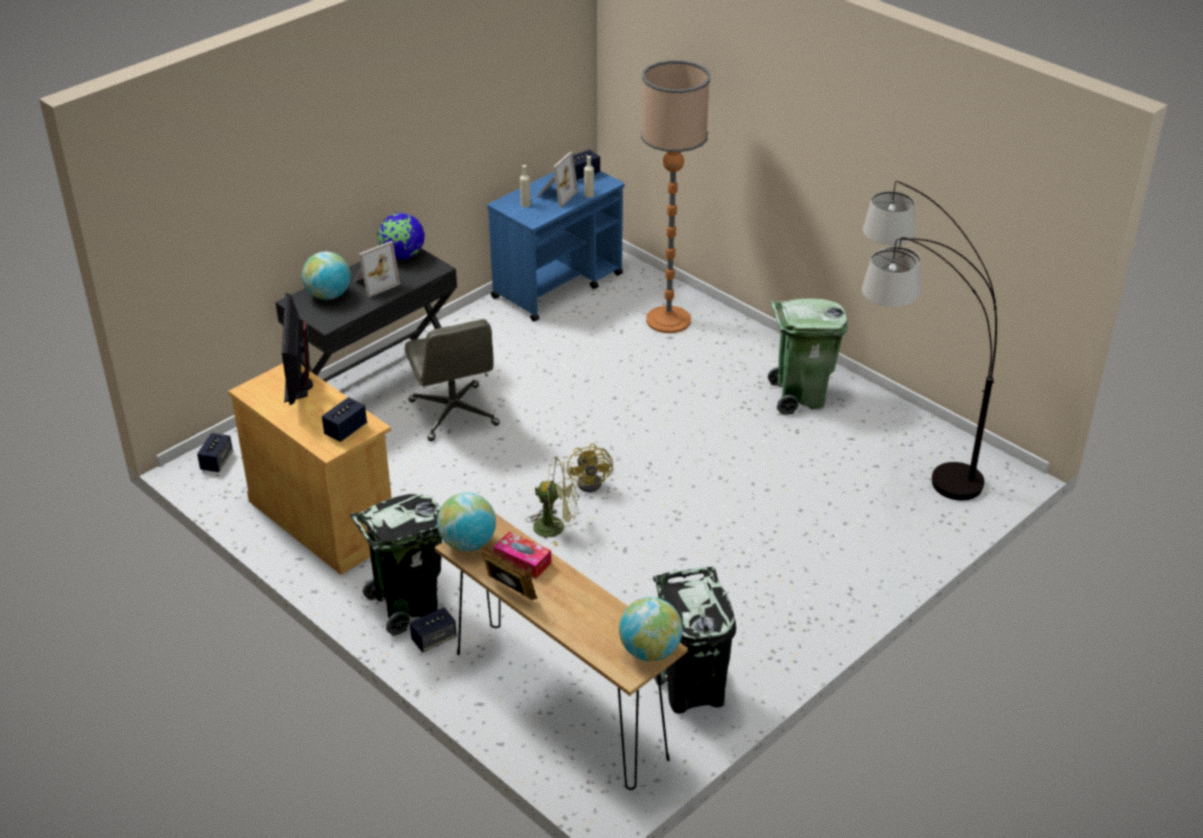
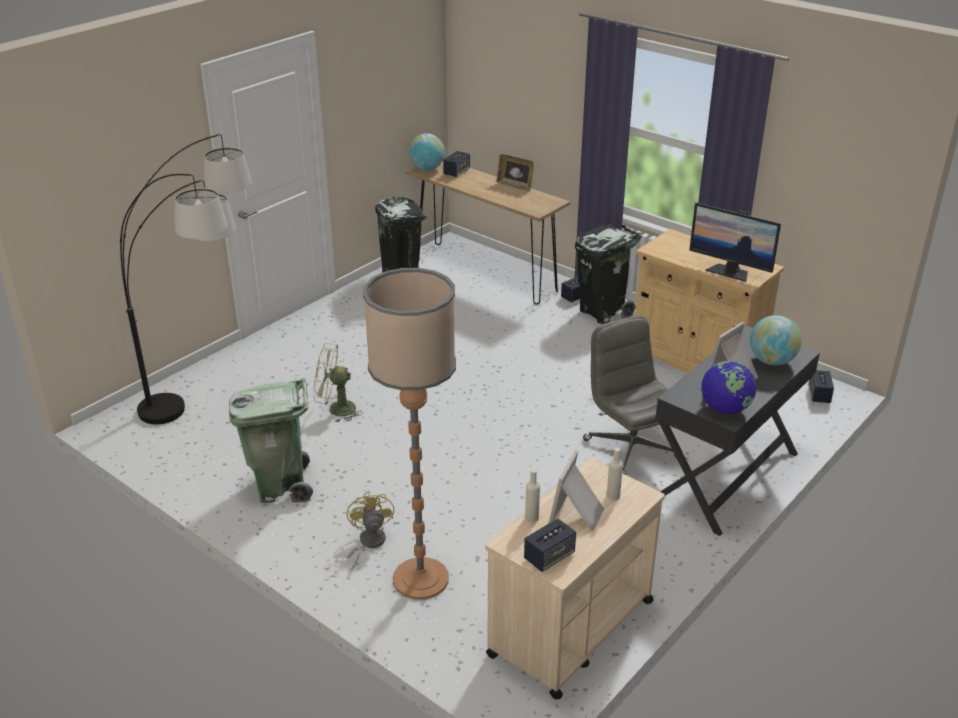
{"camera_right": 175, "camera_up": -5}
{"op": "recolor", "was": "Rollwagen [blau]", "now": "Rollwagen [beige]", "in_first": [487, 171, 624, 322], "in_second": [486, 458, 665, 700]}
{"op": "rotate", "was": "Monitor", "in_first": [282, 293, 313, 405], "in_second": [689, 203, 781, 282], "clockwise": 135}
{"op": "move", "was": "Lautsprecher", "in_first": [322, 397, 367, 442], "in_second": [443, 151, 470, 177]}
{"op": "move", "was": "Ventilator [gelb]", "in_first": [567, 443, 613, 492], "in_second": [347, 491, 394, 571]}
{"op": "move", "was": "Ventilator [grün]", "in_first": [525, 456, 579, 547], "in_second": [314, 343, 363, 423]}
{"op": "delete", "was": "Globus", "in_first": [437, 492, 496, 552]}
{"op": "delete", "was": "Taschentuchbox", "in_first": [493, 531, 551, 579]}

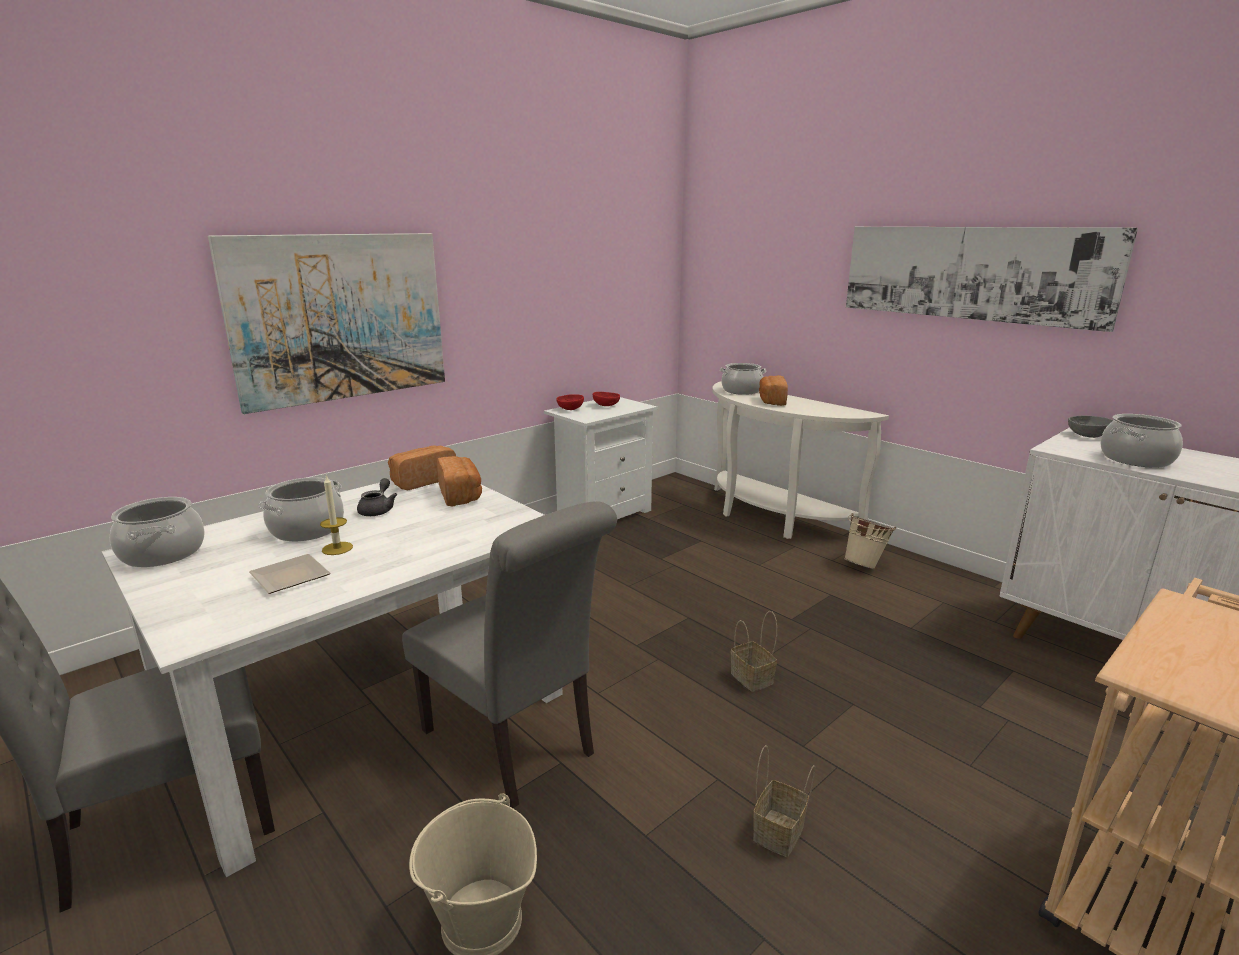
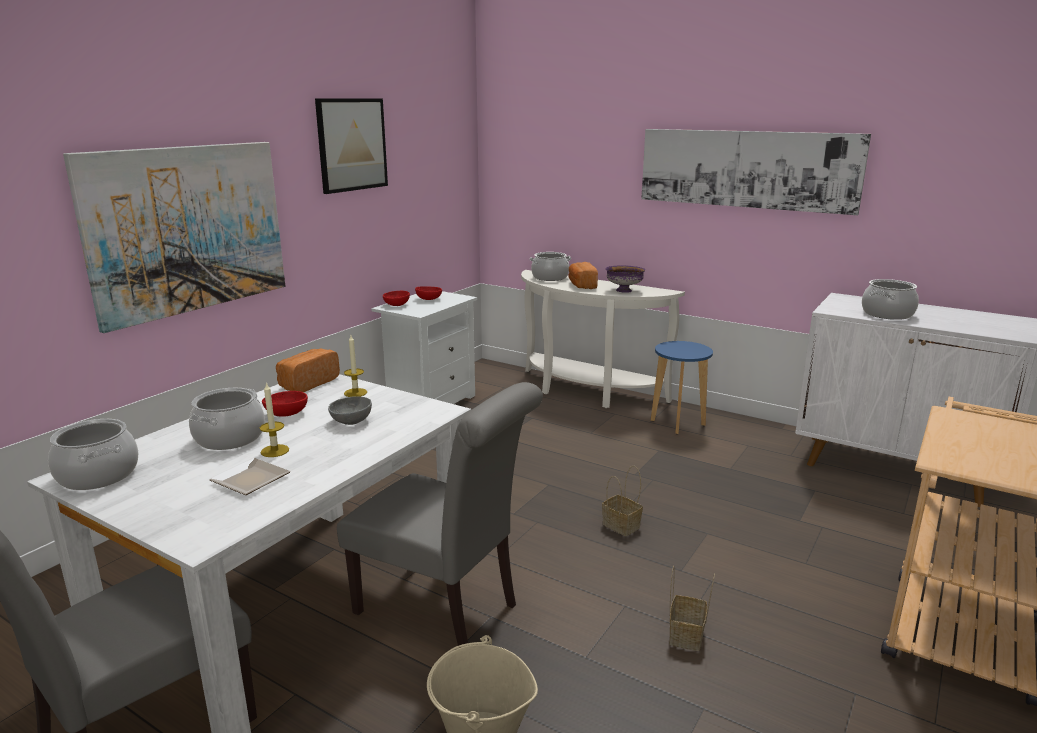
{"camera_right": -15, "camera_up": 0}
{"op": "move", "was": "Schüssel [grau]", "in_first": [1068, 415, 1113, 438], "in_second": [328, 396, 372, 425]}
{"op": "replace", "was": "Brot", "now": "Kerze", "in_first": [437, 456, 482, 507], "in_second": [344, 335, 367, 397]}
{"op": "replace", "was": "Teekanne [grau]", "now": "Schüssel [rot]", "in_first": [357, 478, 397, 516], "in_second": [262, 391, 308, 417]}
{"op": "replace", "was": "Eimer [beige]", "now": "Hocker [blau]", "in_first": [844, 513, 896, 569], "in_second": [651, 341, 713, 434]}
{"op": "insert", "now": "Bild", "in_second": [315, 99, 388, 194]}
{"op": "insert", "now": "Schüssel [lila]", "in_second": [606, 265, 645, 293]}

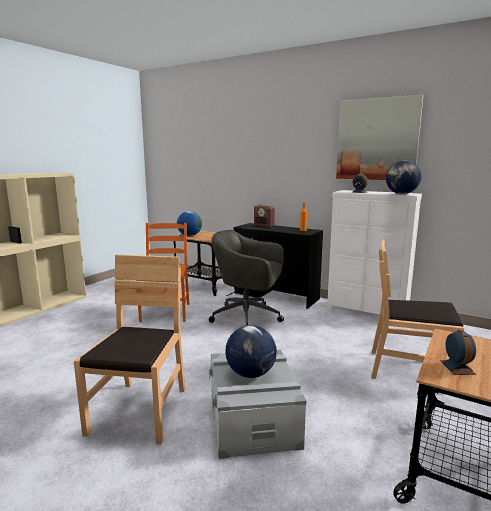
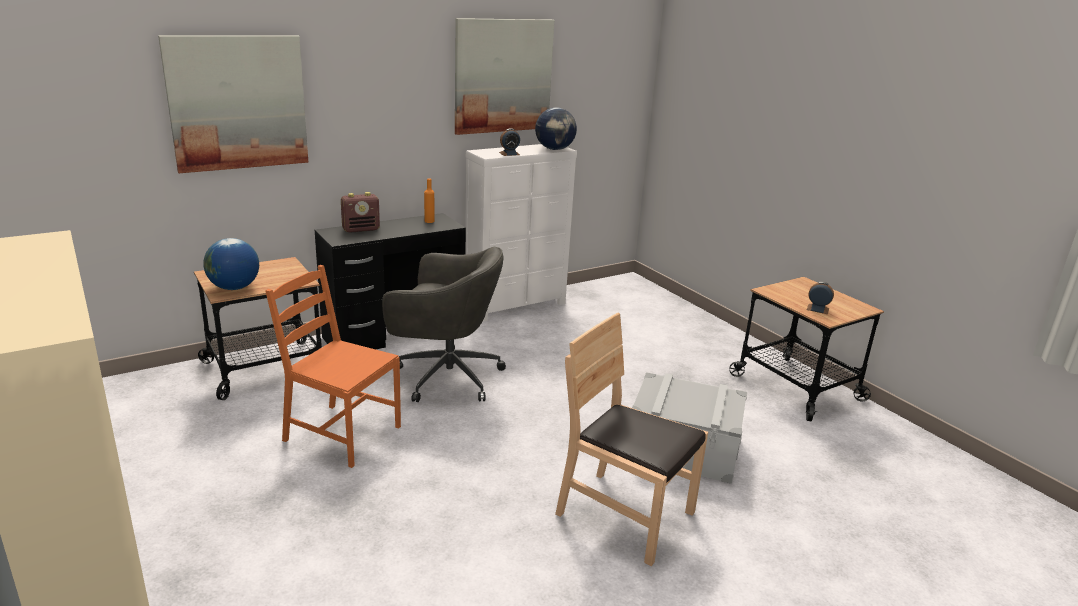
{"camera_right": -65, "camera_up": 10}
{"op": "rotate", "was": "Bürostuhl [grau]", "in_first": [209, 230, 284, 326], "in_second": [382, 247, 506, 402], "clockwise": -120}
{"op": "delete", "was": "Stuhl [braun]", "in_first": [371, 239, 464, 379]}
{"op": "delete", "was": "Globus", "in_first": [225, 325, 277, 378]}
{"op": "insert", "now": "Bild", "in_second": [158, 35, 308, 173]}

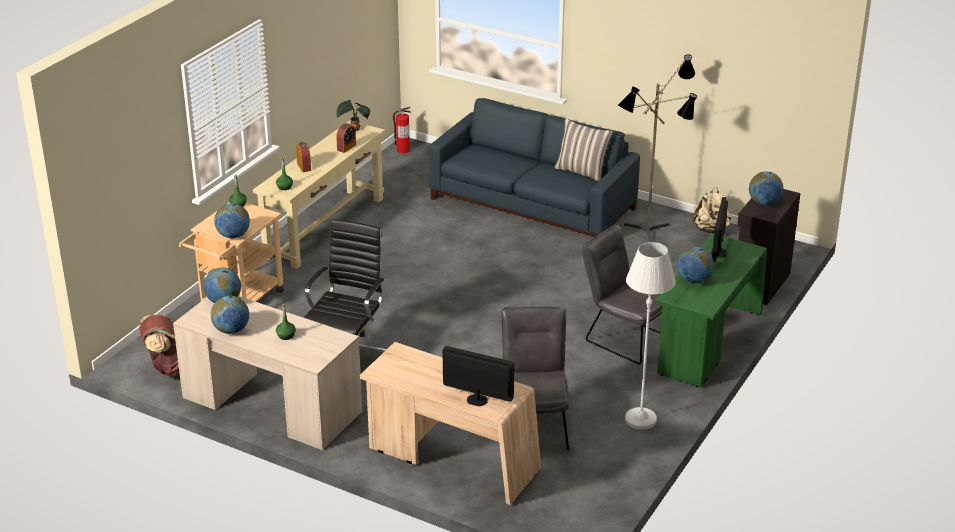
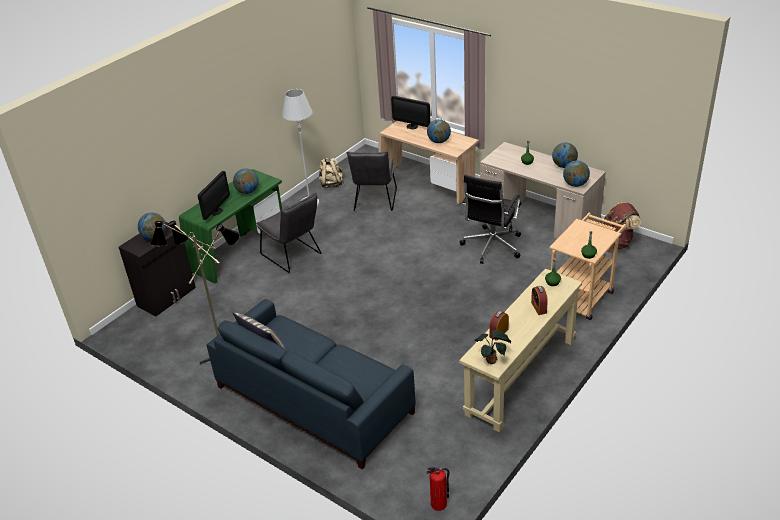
{"camera_right": -170, "camera_up": 5}
{"op": "move", "was": "Rucksack [beige]", "in_first": [692, 187, 731, 234], "in_second": [319, 158, 344, 188]}
{"op": "move", "was": "Globus", "in_first": [214, 203, 250, 238], "in_second": [427, 119, 451, 143]}

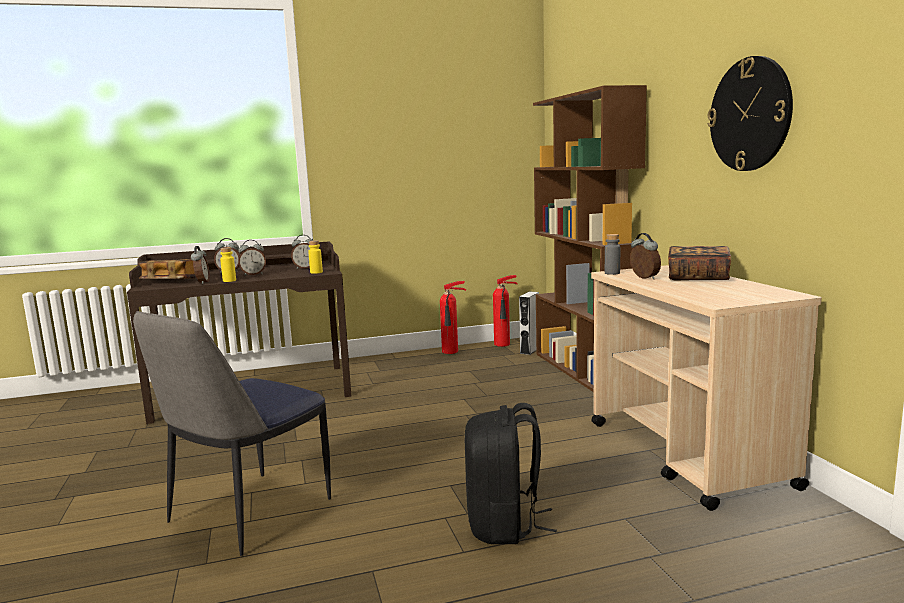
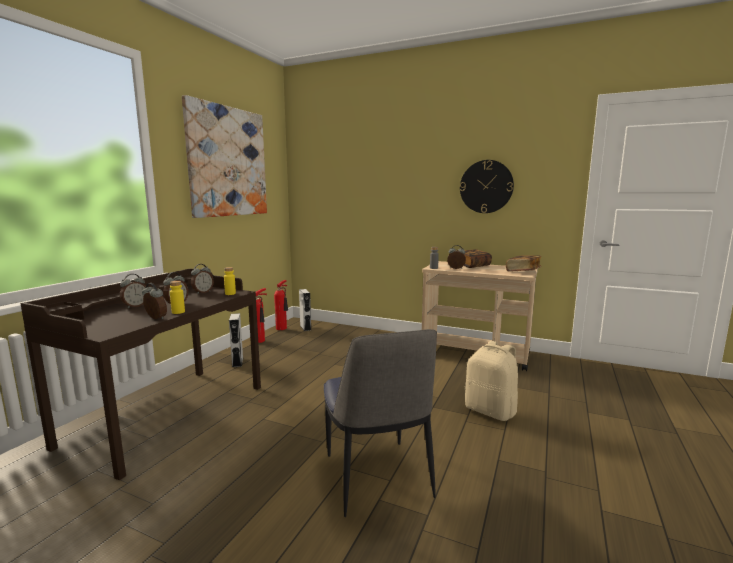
{"camera_right": -50, "camera_up": 0}
{"op": "delete", "was": "Bücherregal [braun]", "in_first": [533, 85, 647, 392]}
{"op": "move", "was": "Buch", "in_first": [138, 259, 196, 279], "in_second": [506, 255, 541, 272]}
{"op": "recolor", "was": "Rucksack [schwarz]", "now": "Rucksack [beige]", "in_first": [465, 403, 557, 544], "in_second": [465, 341, 518, 421]}
{"op": "insert", "now": "Bild", "in_second": [182, 95, 267, 218]}
{"op": "insert", "now": "Lautsprecher [grau]", "in_second": [229, 313, 243, 367]}

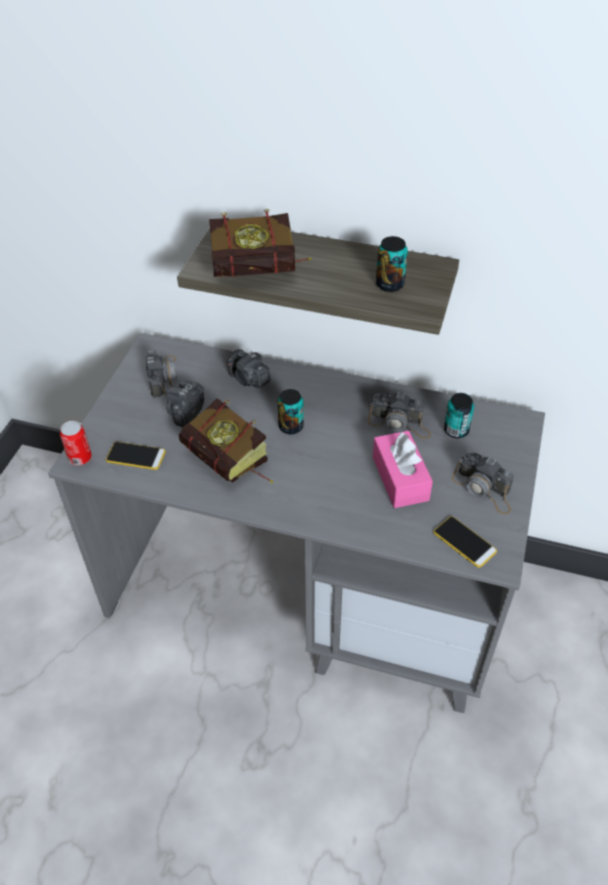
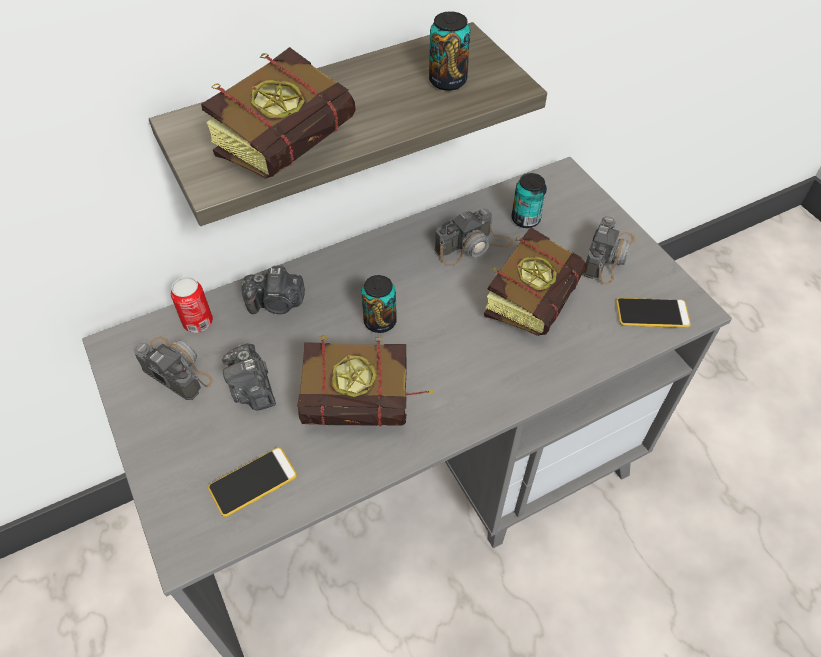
{"camera_right": -45, "camera_up": 5}
{"op": "move", "was": "Dose", "in_first": [60, 421, 92, 465], "in_second": [171, 277, 213, 333]}
{"op": "replace", "was": "Taschentuchbox [rosa]", "now": "Buch", "in_first": [373, 431, 433, 508], "in_second": [484, 227, 587, 336]}
{"op": "rotate", "was": "Kamera", "in_first": [451, 451, 514, 514], "in_second": [583, 216, 635, 285], "clockwise": -60}

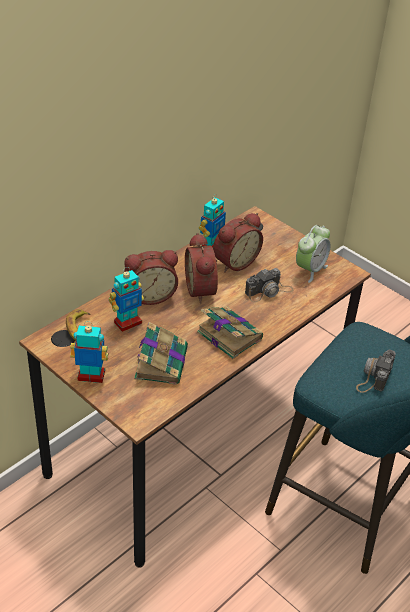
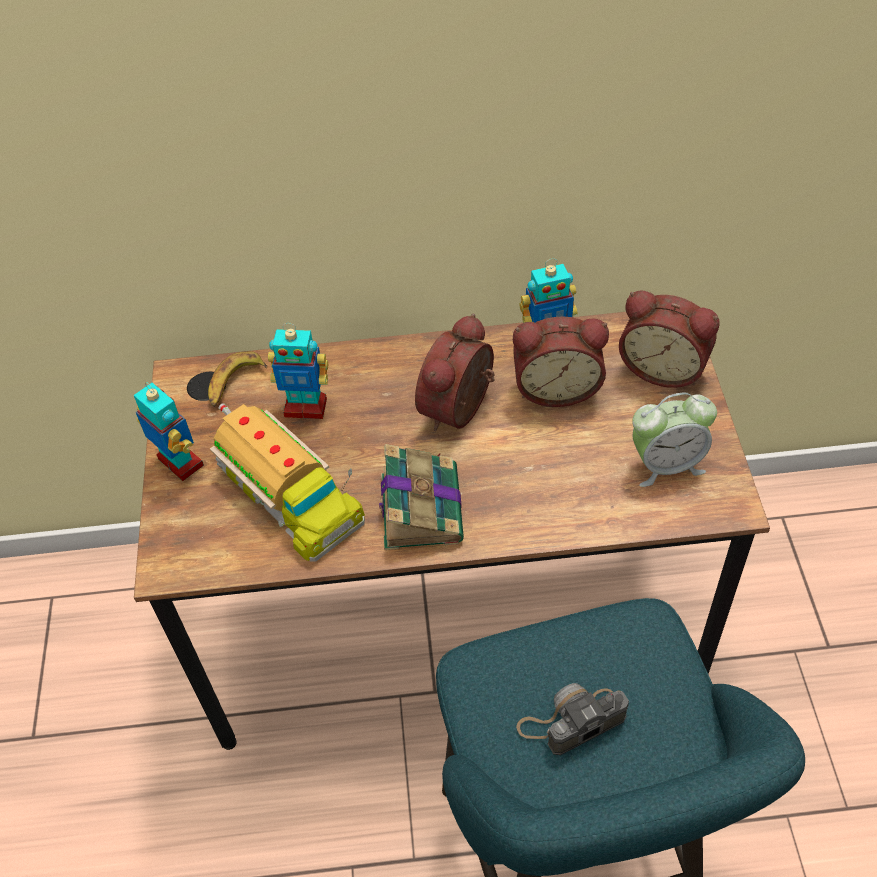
{"camera_right": 45, "camera_up": 10}
{"op": "move", "was": "Wecker", "in_first": [124, 250, 178, 305], "in_second": [619, 290, 720, 388]}
{"op": "delete", "was": "Kamera", "in_first": [245, 268, 294, 302]}
{"op": "replace", "was": "Buch", "now": "Spielzeuglaster", "in_first": [134, 322, 188, 385], "in_second": [210, 403, 365, 562]}

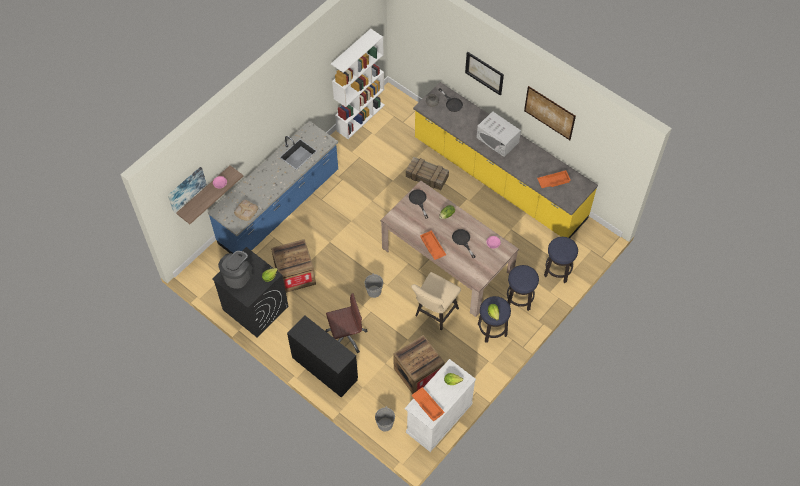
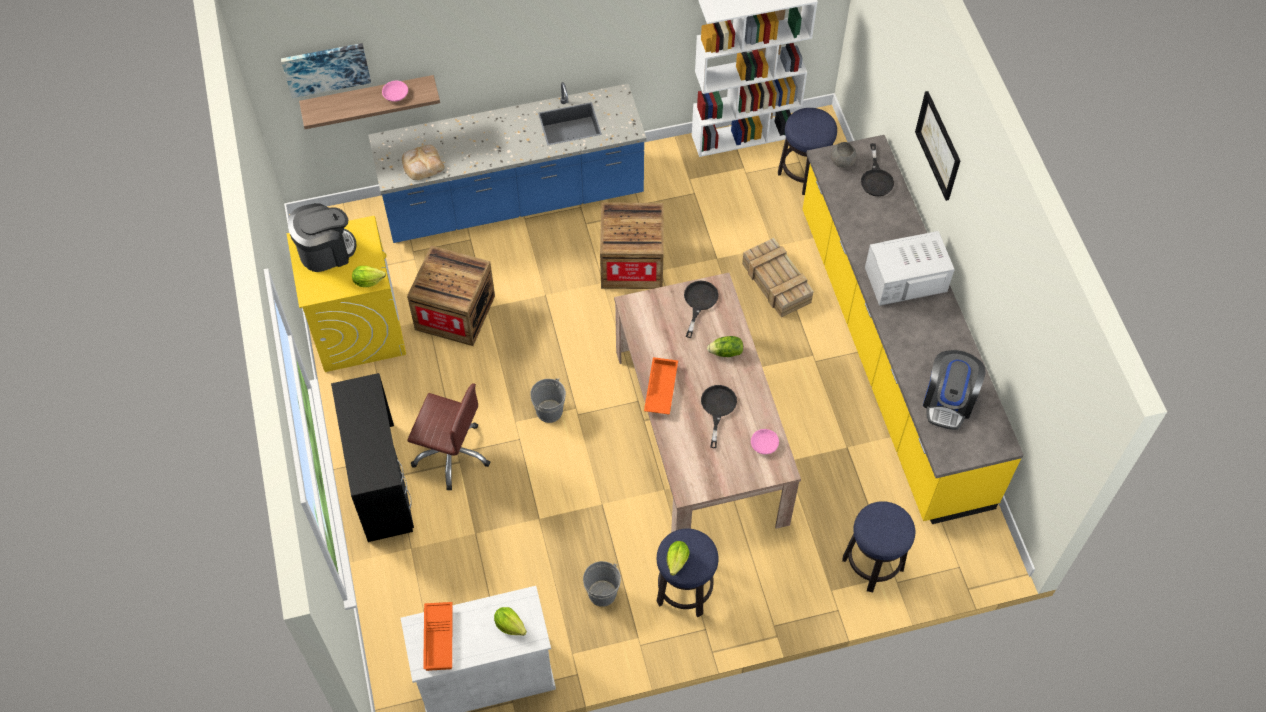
{"camera_right": 35, "camera_up": 0}
{"op": "delete", "was": "Bild", "in_first": [524, 86, 576, 140]}
{"op": "rotate", "was": "Mikrowelle [weiß]", "in_first": [476, 111, 521, 157], "in_second": [865, 231, 955, 306], "clockwise": 90}
{"op": "replace", "was": "Tablett [orange]", "now": "Kaffeemaschine", "in_first": [537, 170, 571, 188], "in_second": [923, 350, 986, 430]}
{"op": "recolor", "was": "Waschmaschine [schwarz]", "now": "Waschmaschine [gelb]", "in_first": [212, 247, 288, 337], "in_second": [287, 216, 406, 372]}
{"op": "move", "was": "Hocker", "in_first": [507, 265, 539, 311], "in_second": [778, 108, 837, 195]}
{"op": "delete", "was": "Stuhl [beige]", "in_first": [411, 272, 461, 331]}
{"op": "move", "was": "Kiste", "in_first": [393, 335, 445, 394], "in_second": [600, 202, 664, 289]}
{"op": "move", "was": "Eimer [grau]", "in_first": [375, 406, 395, 432], "in_second": [583, 561, 621, 607]}

